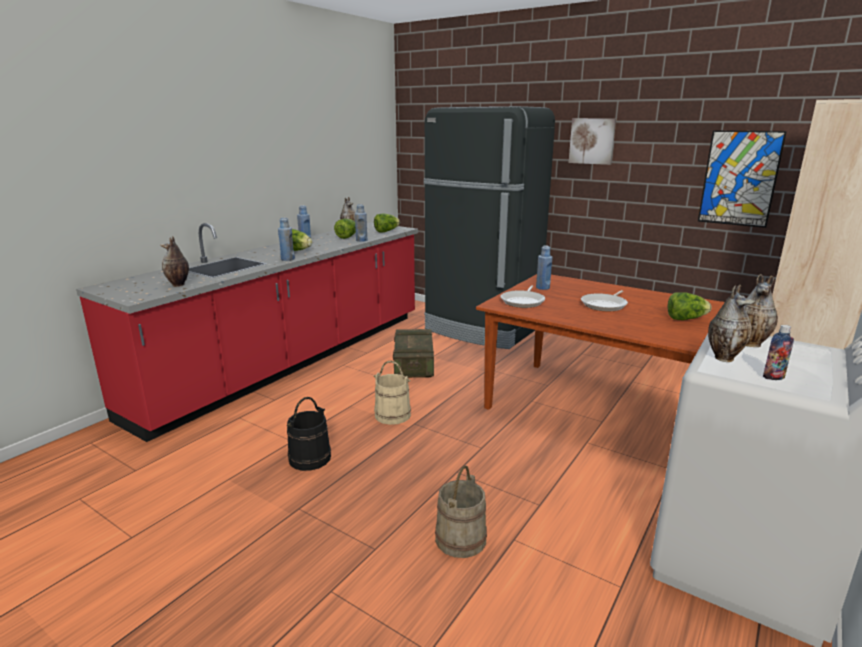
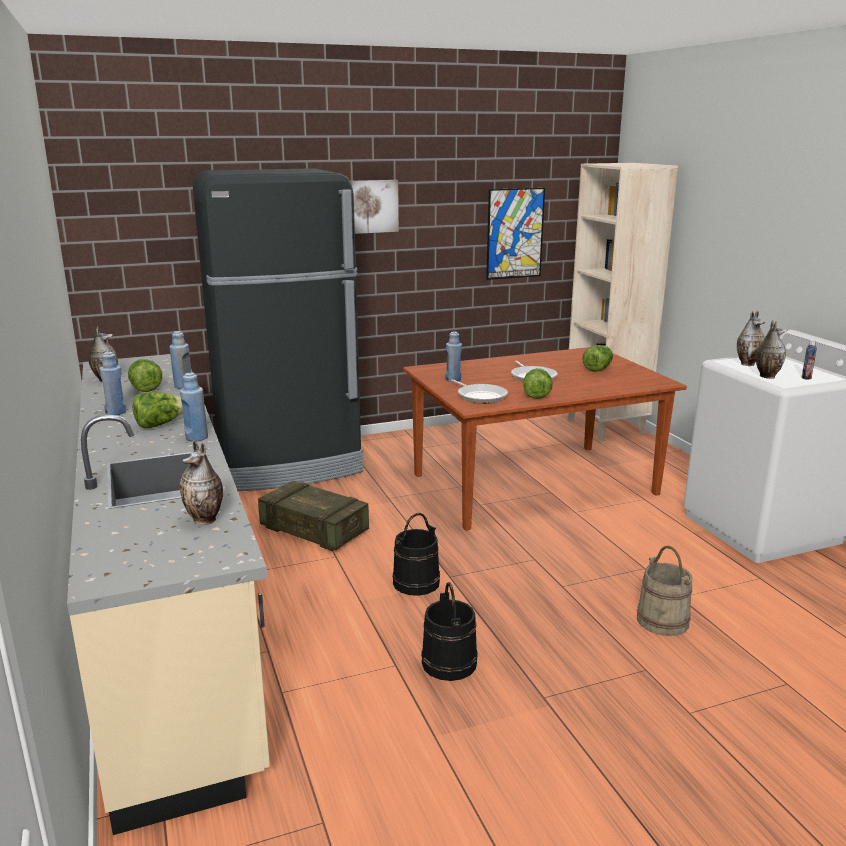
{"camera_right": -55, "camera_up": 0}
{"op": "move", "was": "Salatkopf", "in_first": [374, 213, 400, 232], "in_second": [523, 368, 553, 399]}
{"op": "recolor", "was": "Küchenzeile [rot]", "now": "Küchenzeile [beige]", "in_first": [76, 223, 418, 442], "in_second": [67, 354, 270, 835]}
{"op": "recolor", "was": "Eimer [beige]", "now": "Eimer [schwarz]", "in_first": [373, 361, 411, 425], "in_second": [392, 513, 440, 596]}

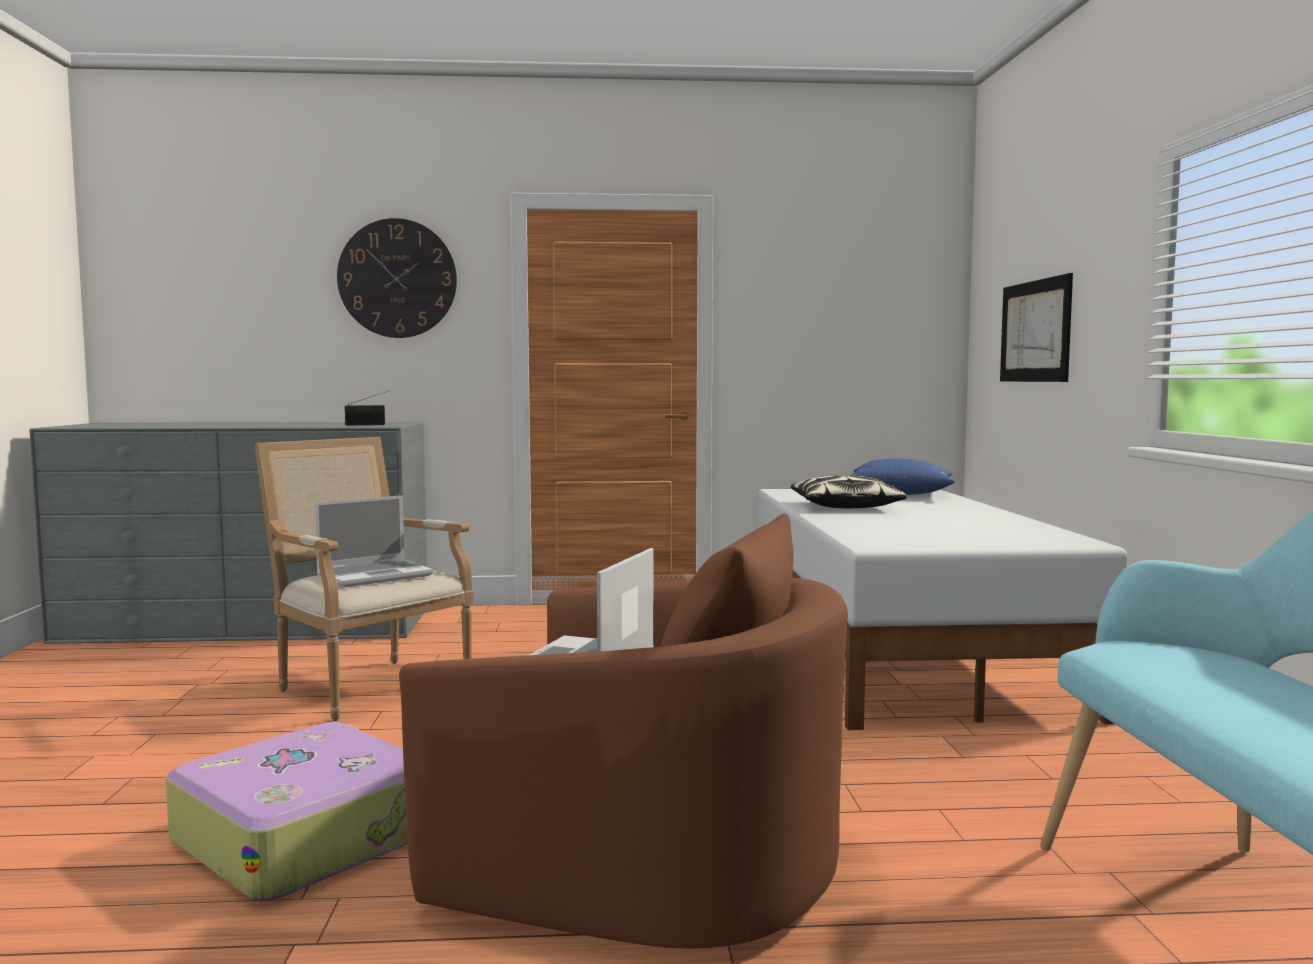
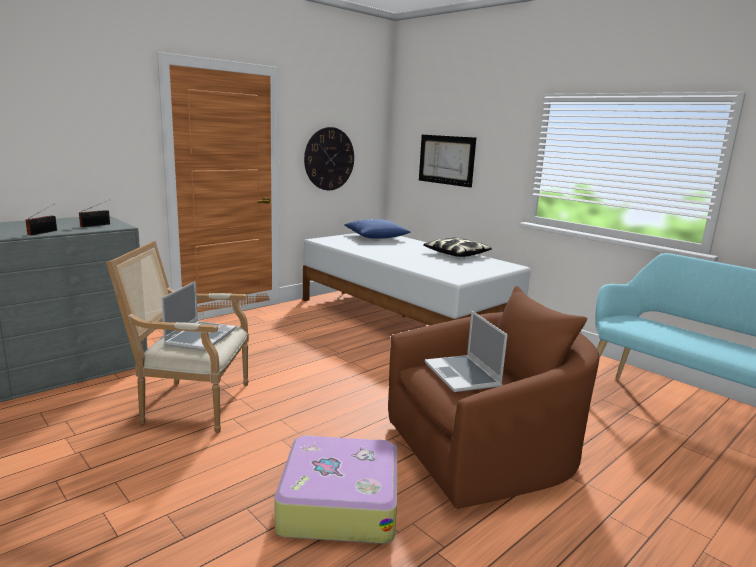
{"camera_right": -40, "camera_up": 10}
{"op": "move", "was": "Wanduhr", "in_first": [337, 218, 457, 338], "in_second": [304, 127, 354, 190]}
{"op": "move", "was": "Kissen", "in_first": [791, 475, 907, 508], "in_second": [423, 237, 492, 257]}
{"op": "insert", "now": "Radio", "in_second": [26, 204, 57, 235]}

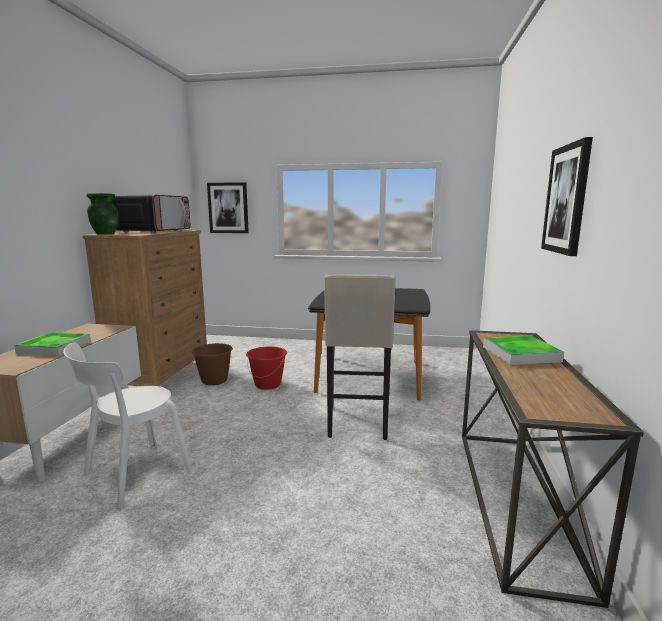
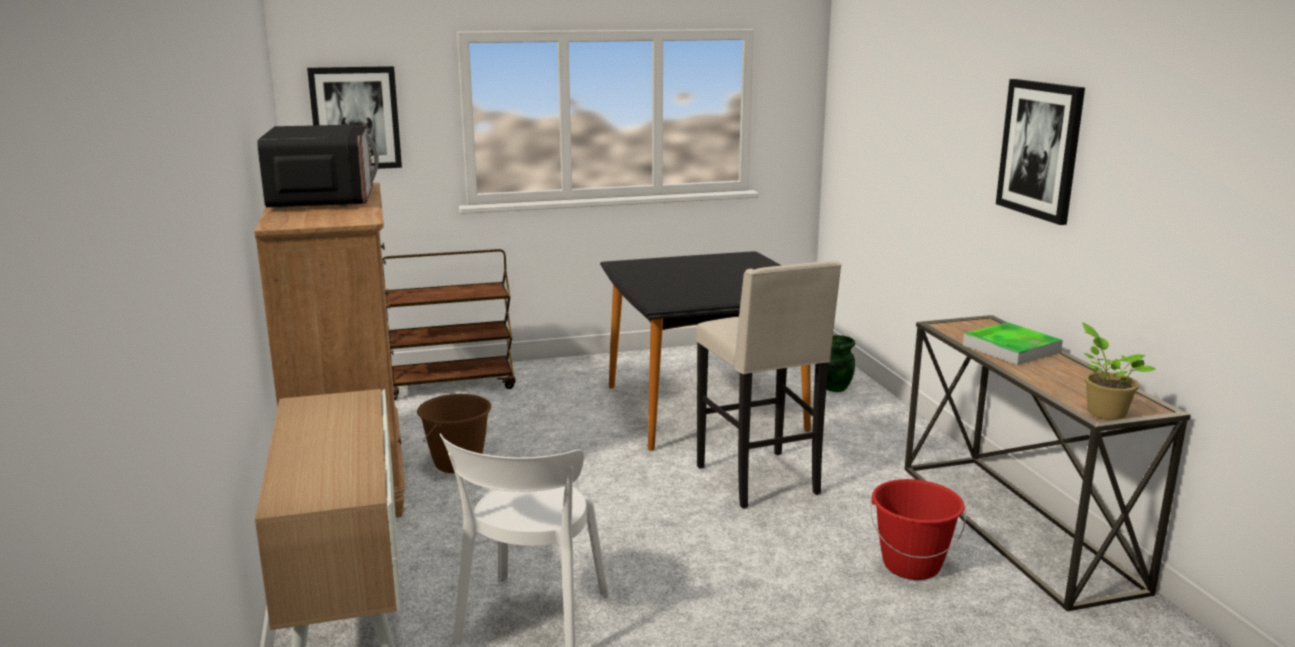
{"camera_right": -25, "camera_up": 5}
{"op": "move", "was": "Vase [grün]", "in_first": [86, 193, 118, 234], "in_second": [826, 335, 855, 392]}
{"op": "delete", "was": "Tablett", "in_first": [14, 332, 91, 356]}
{"op": "move", "was": "Eimer [rot]", "in_first": [246, 346, 287, 390], "in_second": [870, 479, 966, 580]}
{"op": "insert", "now": "Rollwagen [braun]", "in_second": [382, 249, 516, 400]}
{"op": "insert", "now": "Topfpflanze", "in_second": [1083, 323, 1155, 420]}

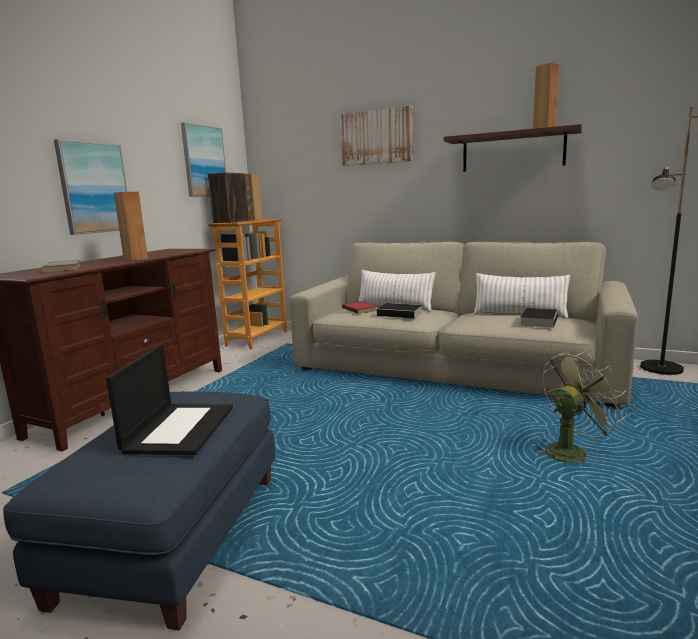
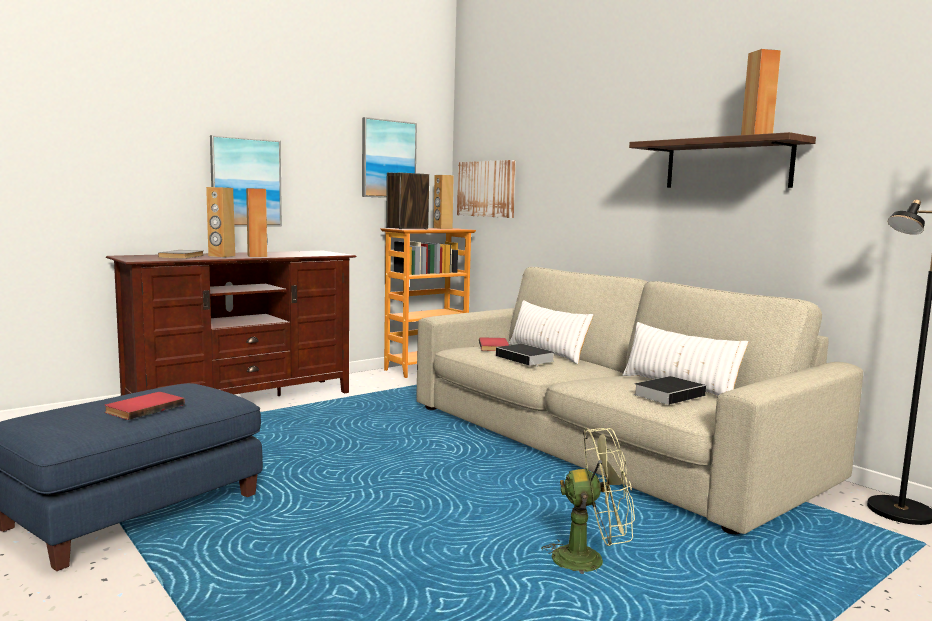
{"camera_right": 25, "camera_up": -5}
{"op": "move", "was": "Bild", "in_first": [340, 106, 413, 166], "in_second": [457, 160, 516, 218]}
{"op": "replace", "was": "Laptop", "now": "Buch [rot]", "in_first": [106, 344, 233, 455], "in_second": [104, 392, 185, 420]}
{"op": "insert", "now": "Lautsprecher [braun]", "in_second": [206, 187, 235, 257]}

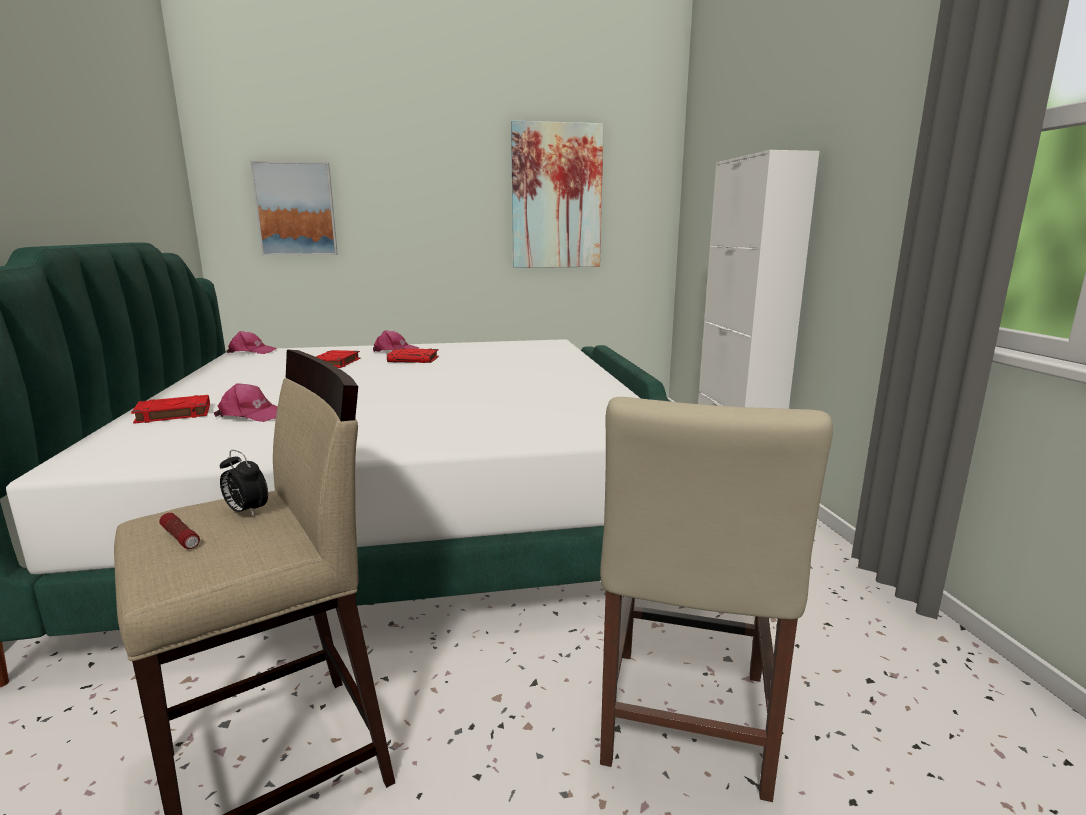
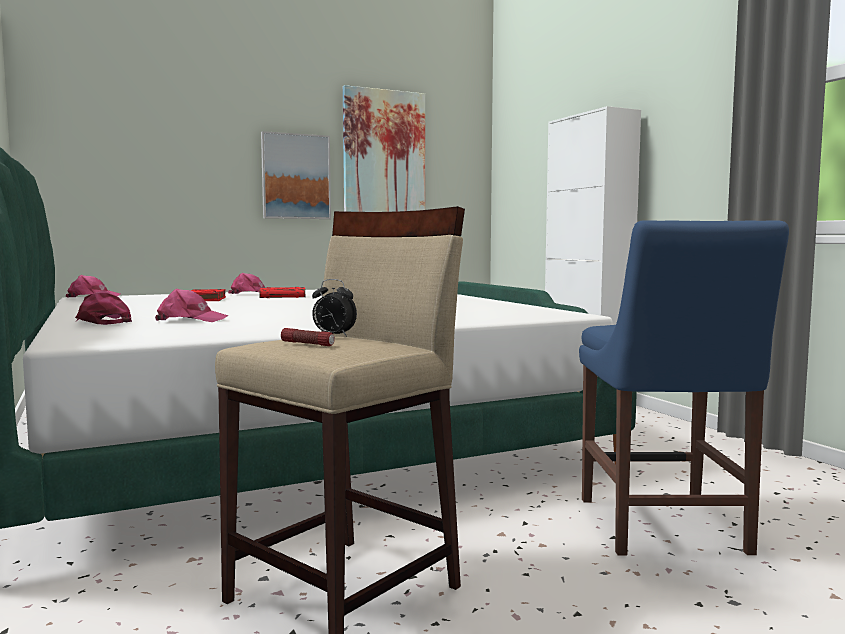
{"camera_right": -15, "camera_up": -10}
{"op": "move", "was": "Bild", "in_first": [250, 161, 338, 255], "in_second": [261, 131, 331, 219]}
{"op": "replace", "was": "Buch [rot]", "now": "Kappe [rosa]", "in_first": [131, 395, 210, 424], "in_second": [75, 290, 132, 325]}
{"op": "recolor", "was": "Stuhl [beige]", "now": "Stuhl [blau]", "in_first": [600, 397, 833, 802], "in_second": [579, 220, 789, 556]}

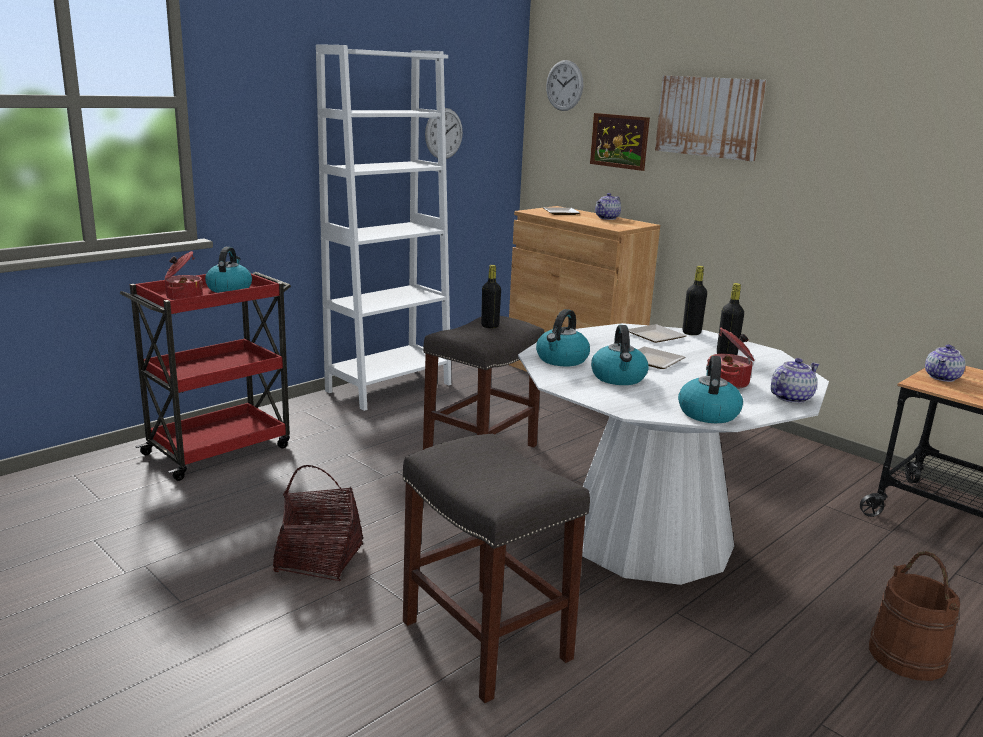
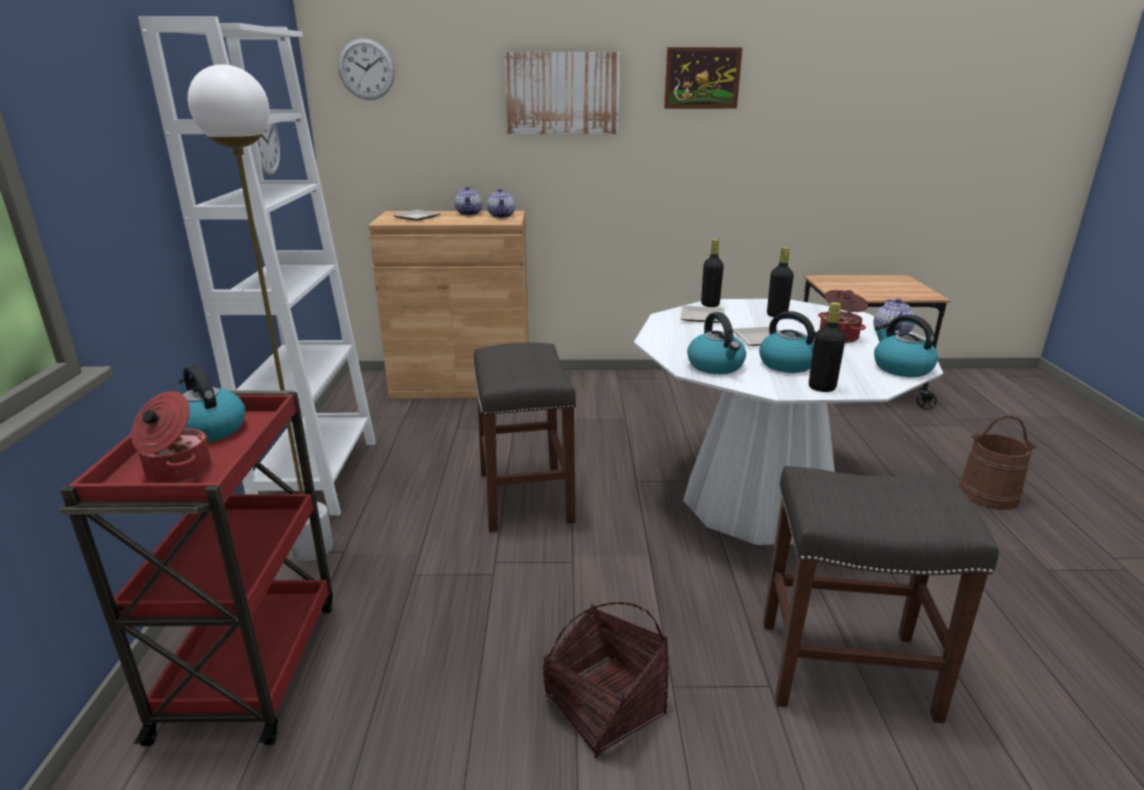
{"camera_right": -45, "camera_up": 5}
{"op": "move", "was": "Bild", "in_first": [590, 113, 650, 171], "in_second": [664, 47, 742, 109]}
{"op": "move", "was": "Flasche [schwarz]", "in_first": [481, 265, 501, 328], "in_second": [809, 302, 846, 392]}
{"op": "move", "was": "Teekanne", "in_first": [925, 345, 966, 382], "in_second": [487, 188, 515, 218]}
{"op": "insert", "now": "Stehlampe [weiß]", "in_second": [188, 64, 333, 561]}

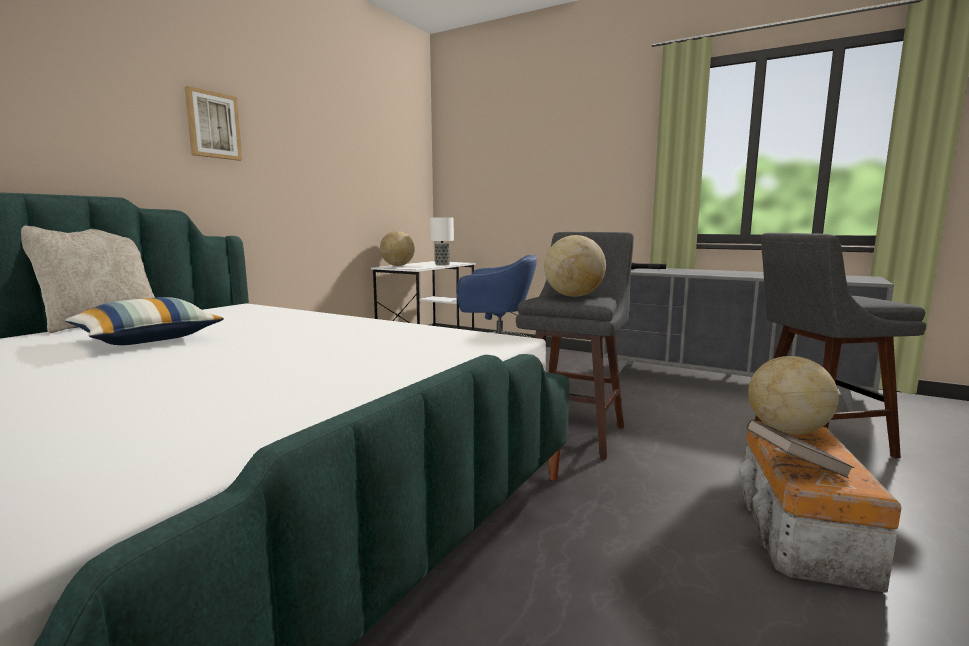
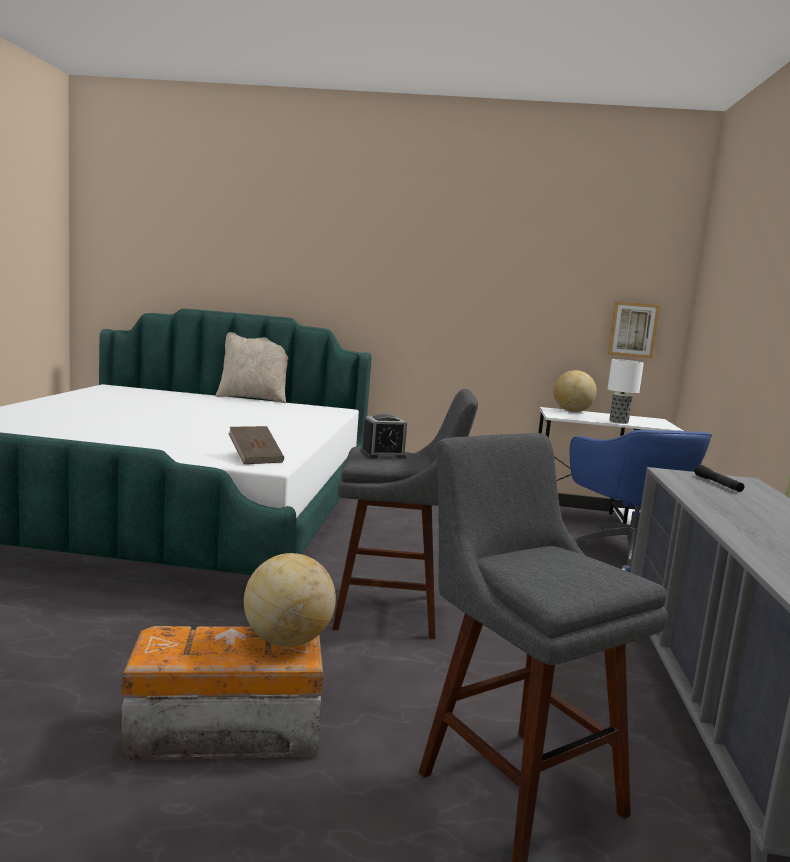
{"camera_right": 65, "camera_up": 0}
{"op": "move", "was": "Bild", "in_first": [185, 86, 242, 161], "in_second": [608, 301, 660, 358]}
{"op": "replace", "was": "Globus", "now": "Wecker", "in_first": [544, 235, 606, 297], "in_second": [361, 414, 407, 459]}
{"op": "delete", "was": "Kissen", "in_first": [65, 297, 224, 345]}
{"op": "move", "was": "Buch [braun]", "in_first": [747, 419, 854, 478], "in_second": [228, 426, 284, 464]}

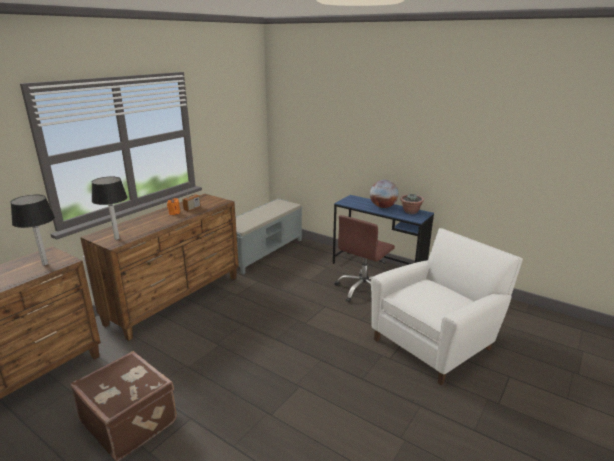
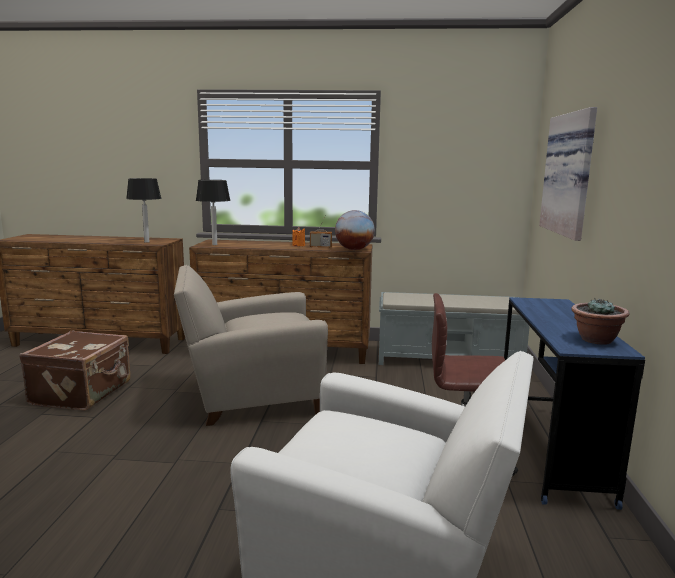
{"camera_right": 60, "camera_up": -10}
{"op": "move", "was": "Globus", "in_first": [370, 180, 399, 208], "in_second": [335, 210, 375, 250]}
{"op": "insert", "now": "Bild", "in_second": [539, 107, 597, 241]}
{"op": "insert", "now": "Sessel [beige]", "in_second": [174, 265, 328, 426]}

